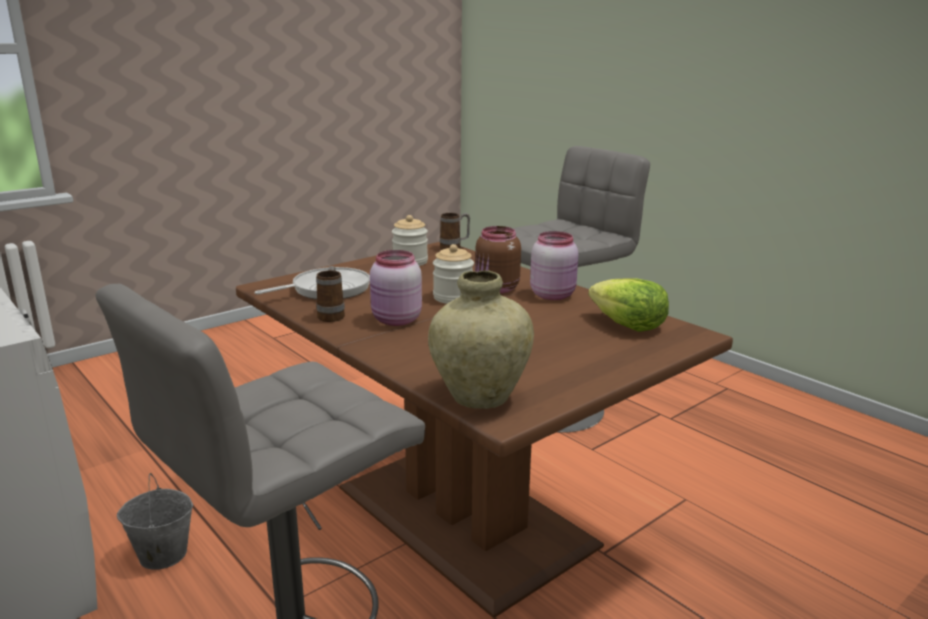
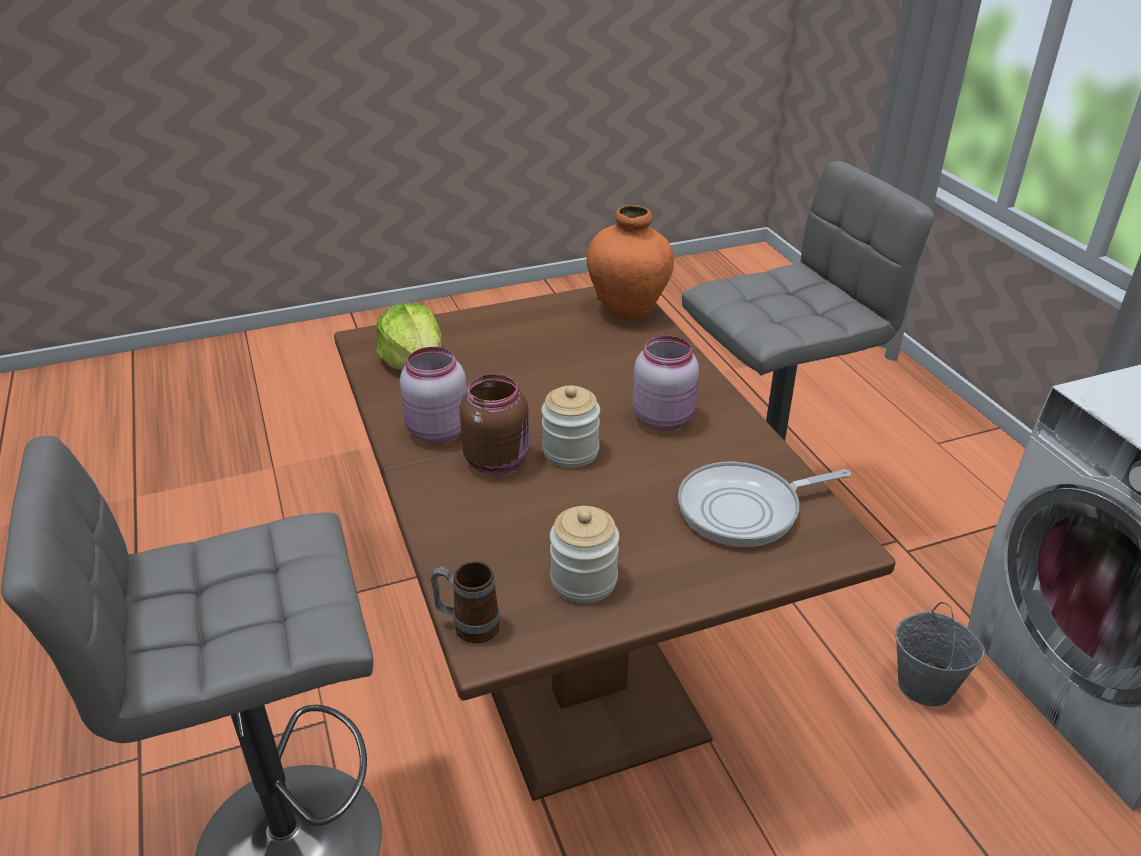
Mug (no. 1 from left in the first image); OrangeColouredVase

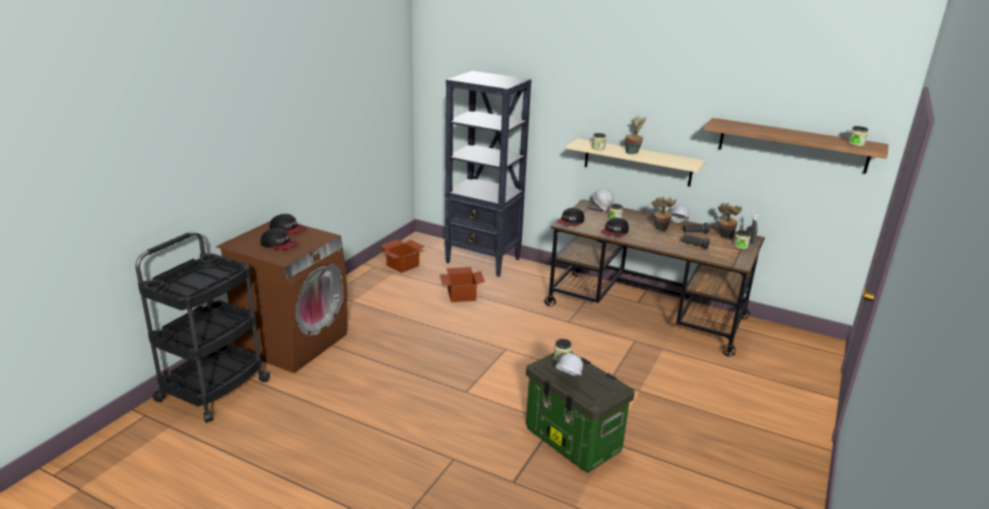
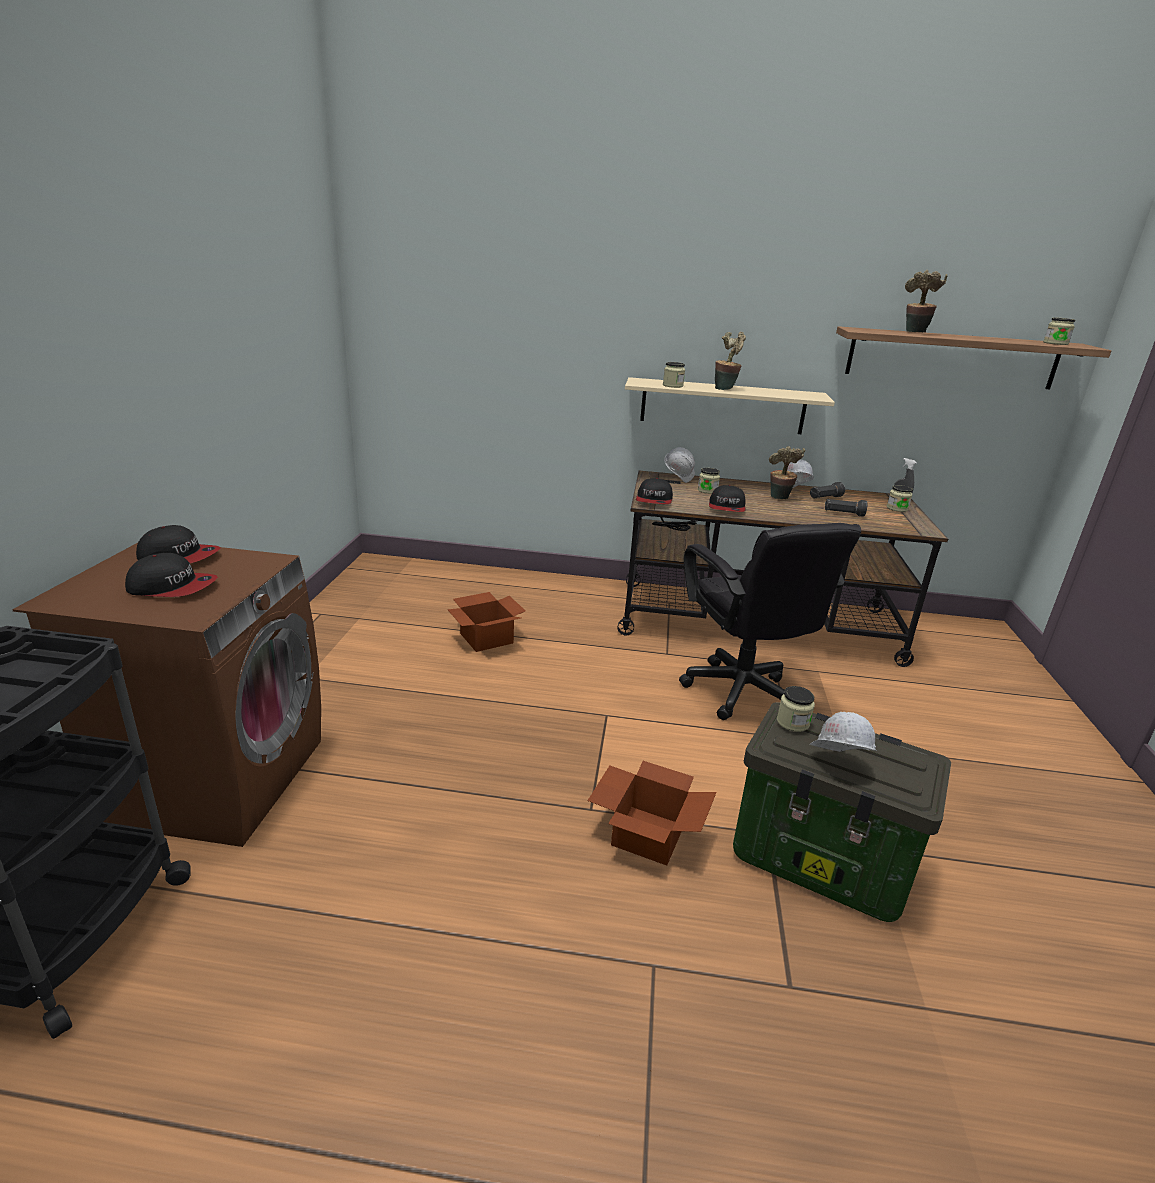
BlackBookshelf; BlackDeskChair; PackingBox (no. 2 from left); PlantInAPot (no. 3 from left)

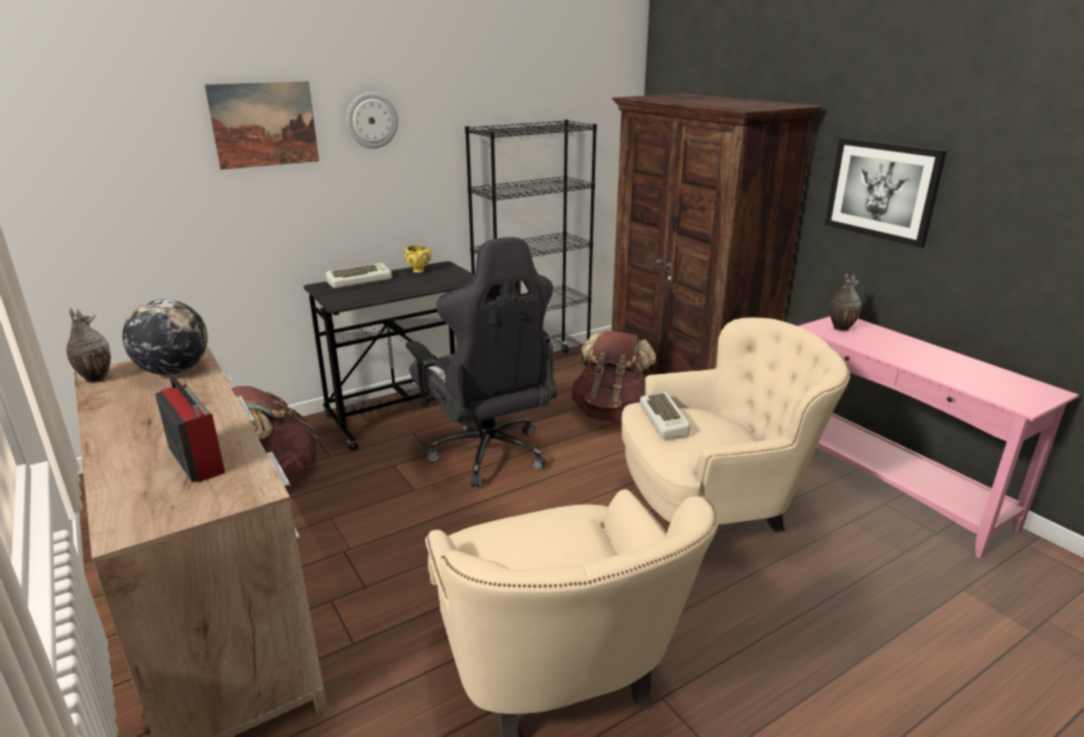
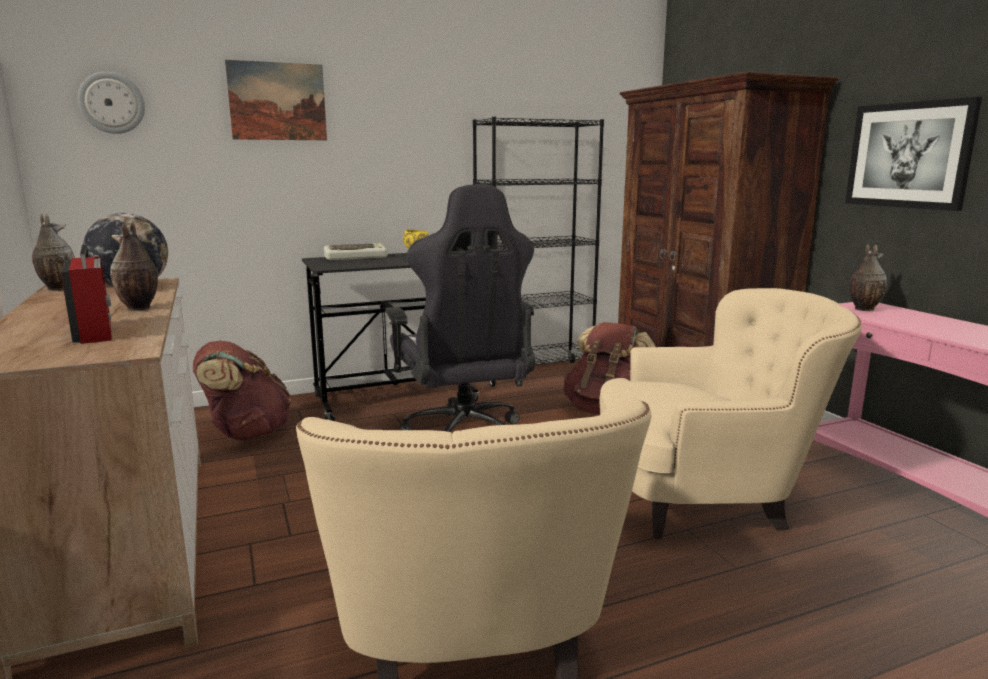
Keyboard (no. 2 from left in the first image); Vase (no. 2 from left); ClockOnTheWall

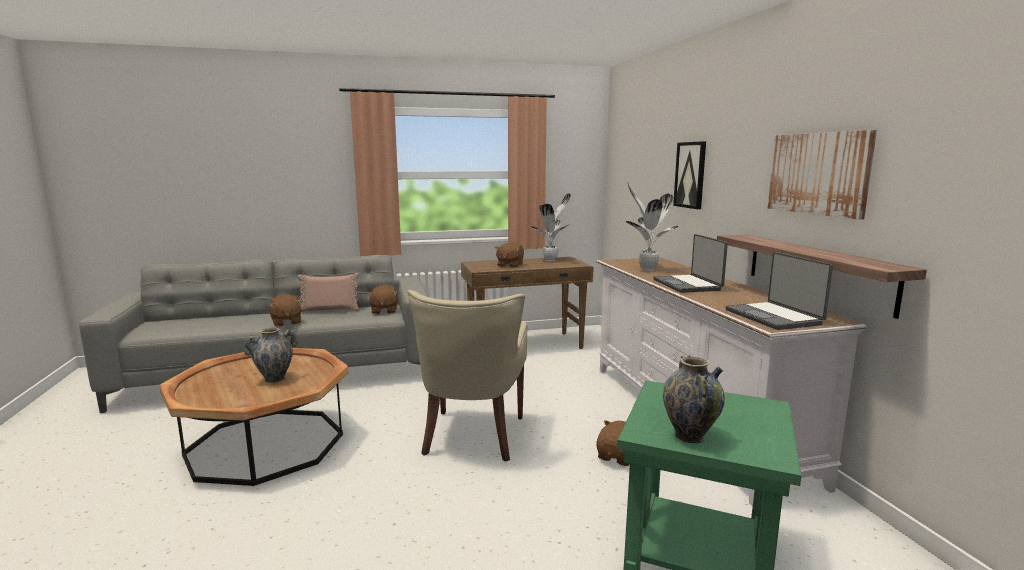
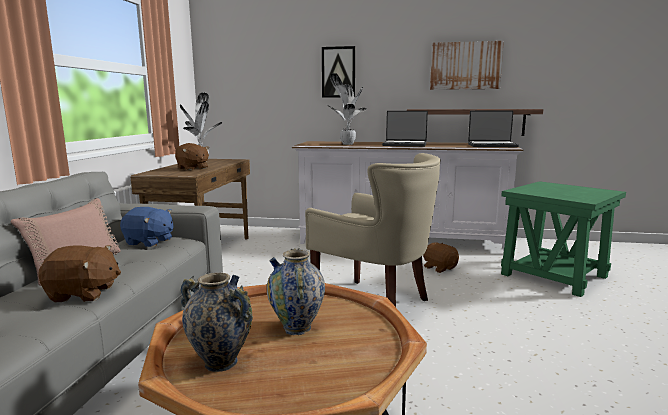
Vase (no. 1 from left); BlueColouredSoftToy

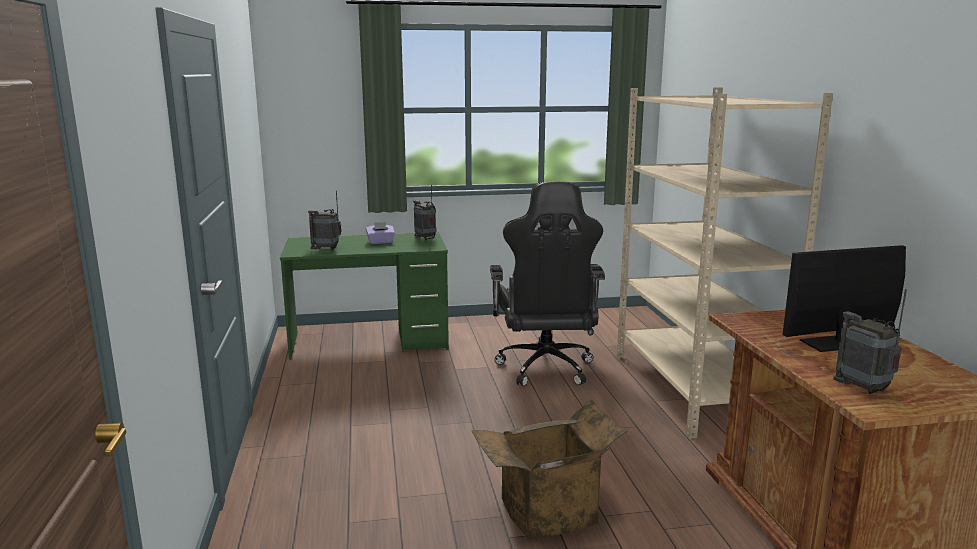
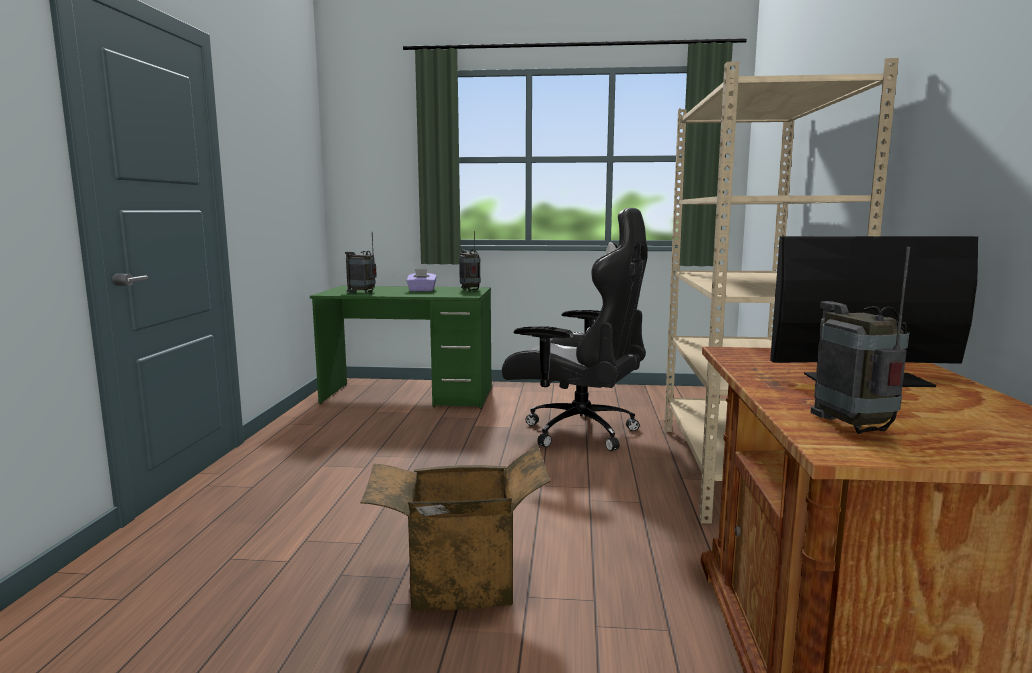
BlackDeskChair

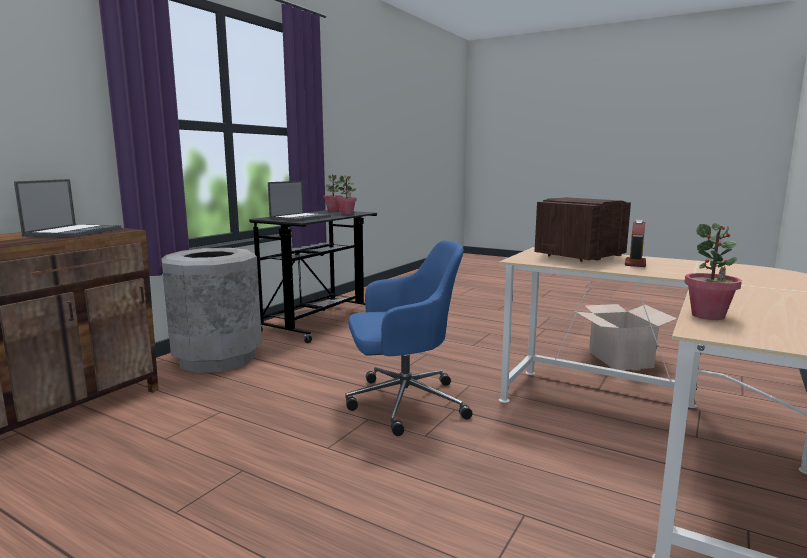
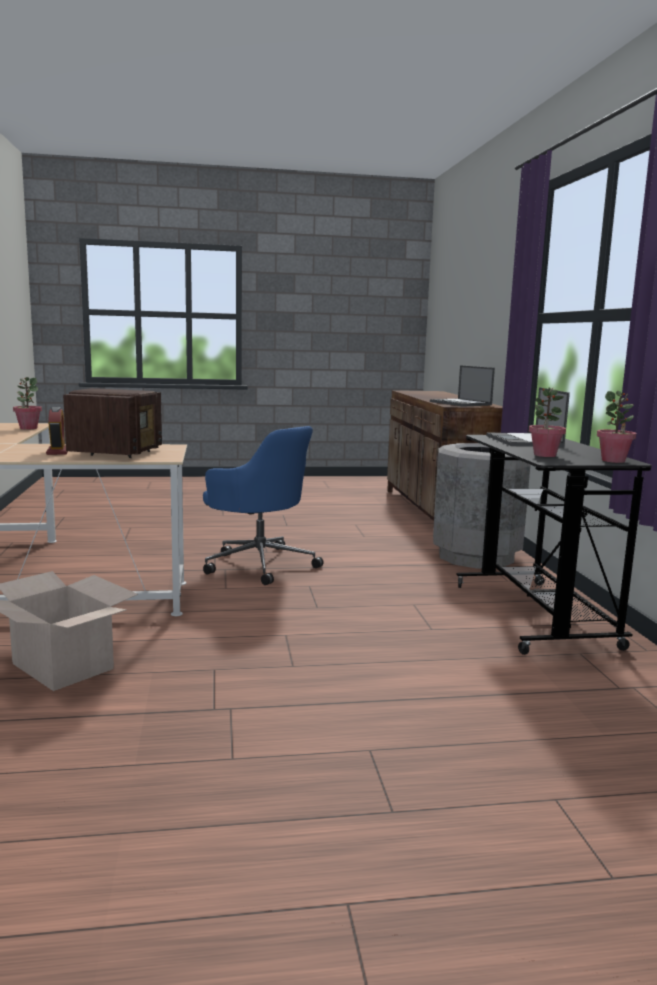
BlueColouredDeskChair

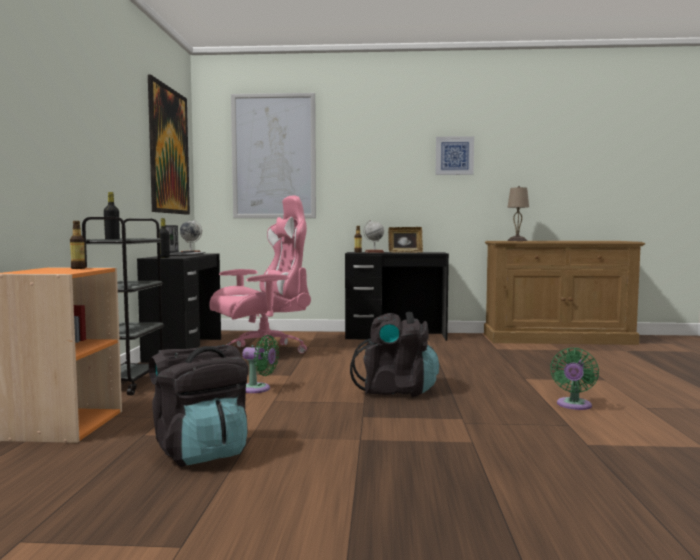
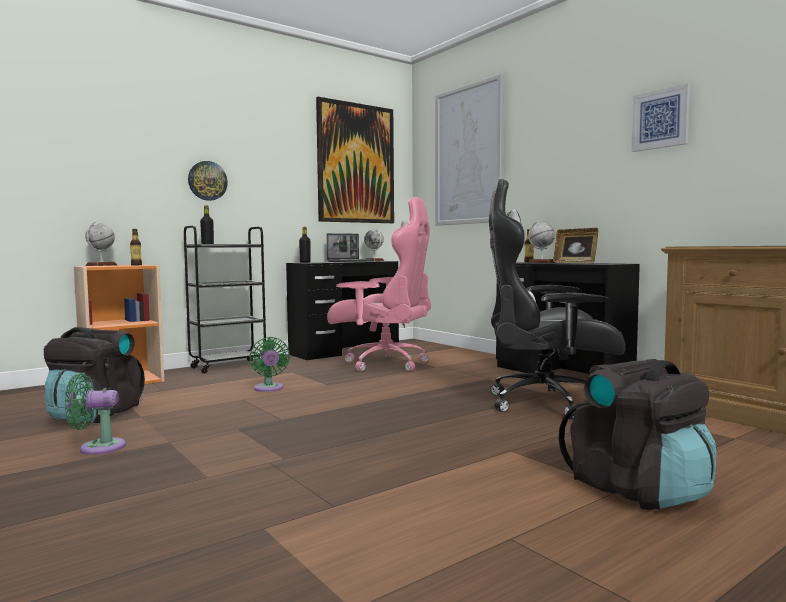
BeigeColouredTableLamp; DeskGlobe (no. 1 from left); ClockOnTheWall; BlackDeskChair; BlackRucksack (no. 2 from left); GreenFan (no. 1 from left)

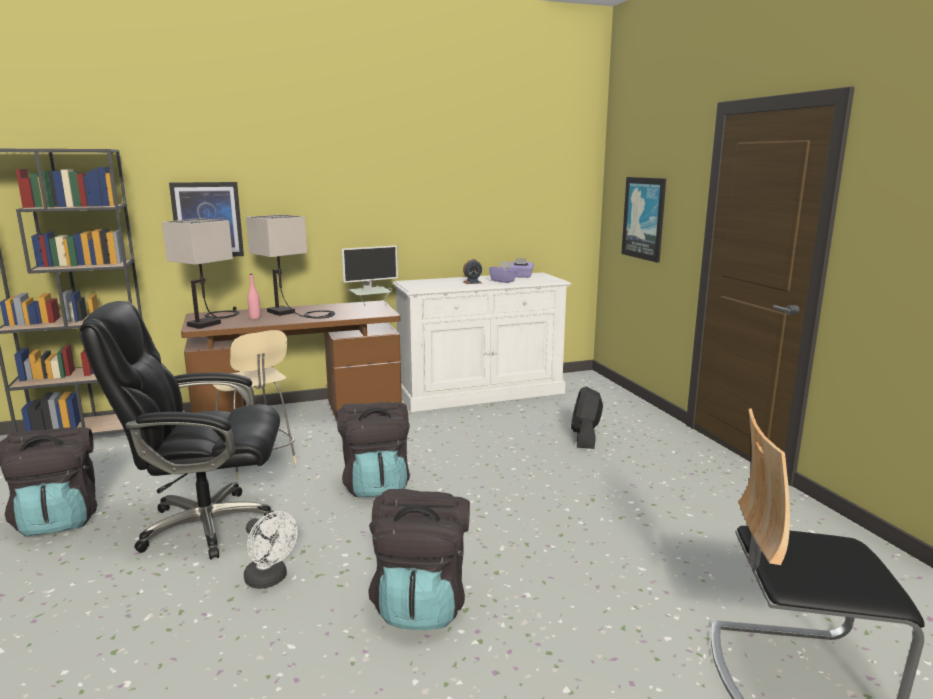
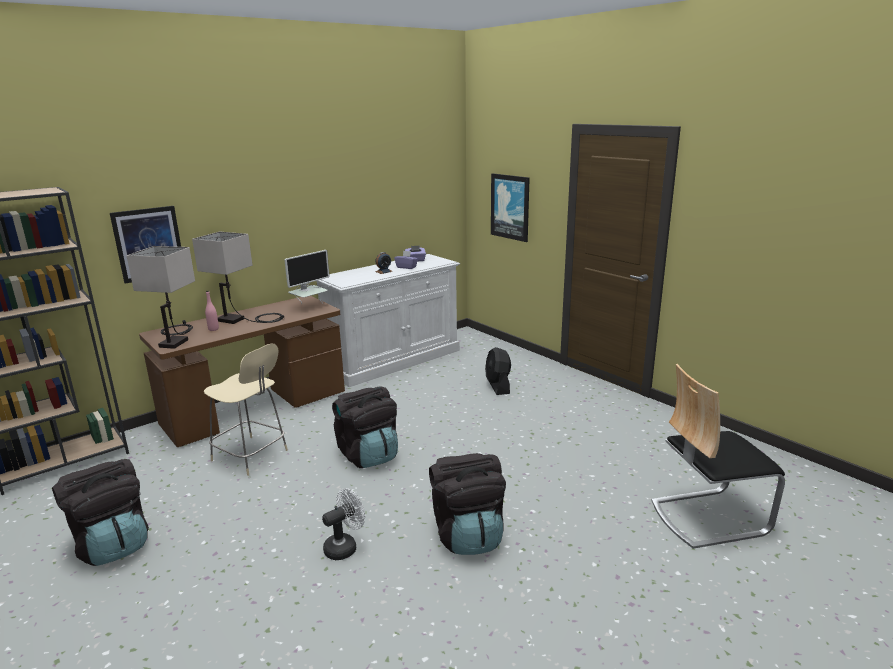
BlackDeskChair; WhiteColouredFan

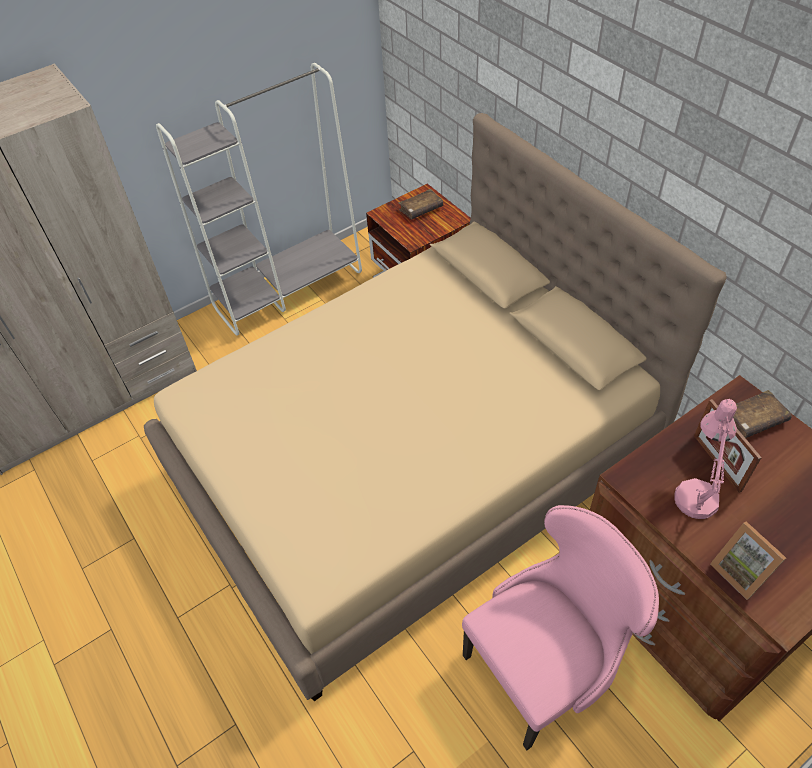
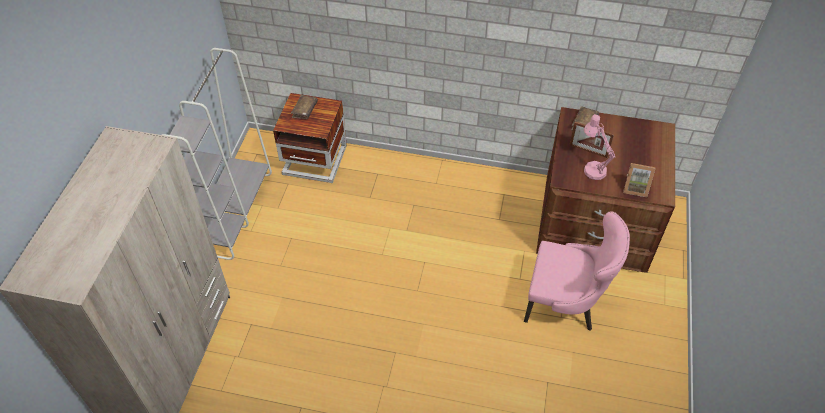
BeigeColouredBedroomBed; PinkColouredChair

